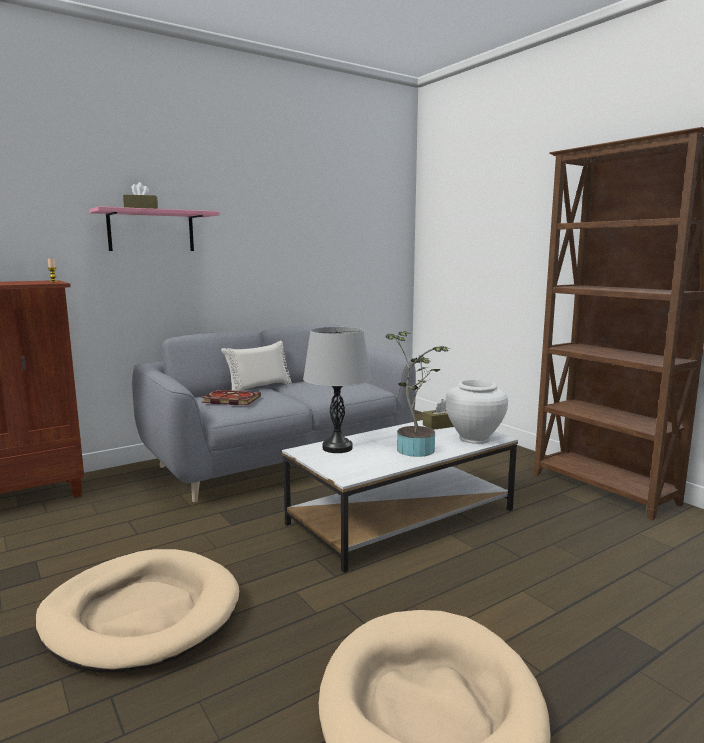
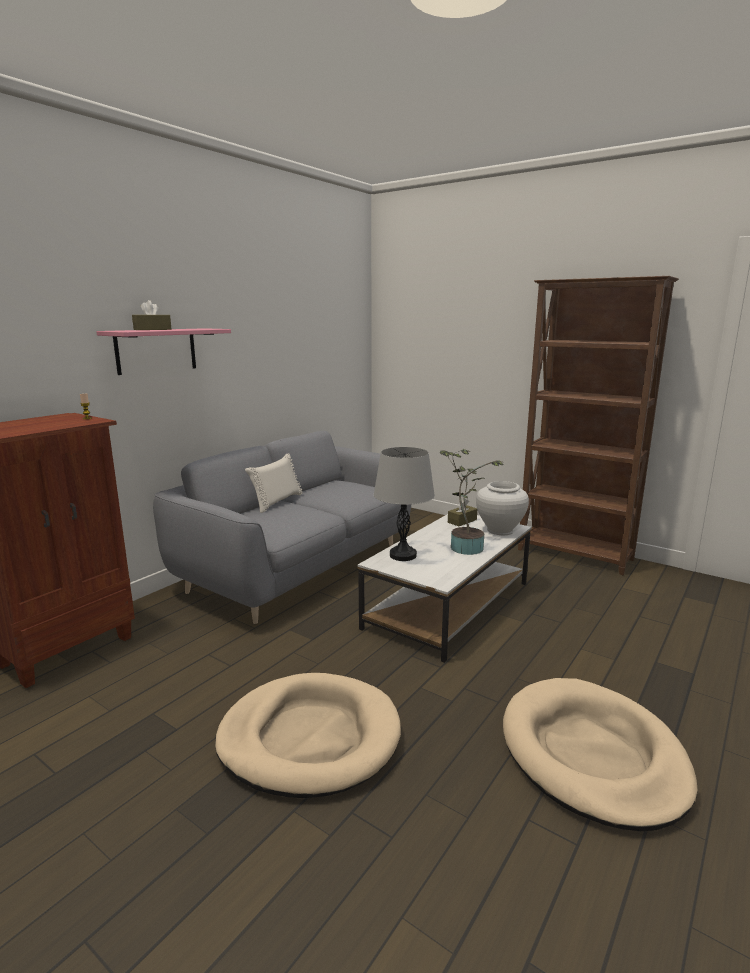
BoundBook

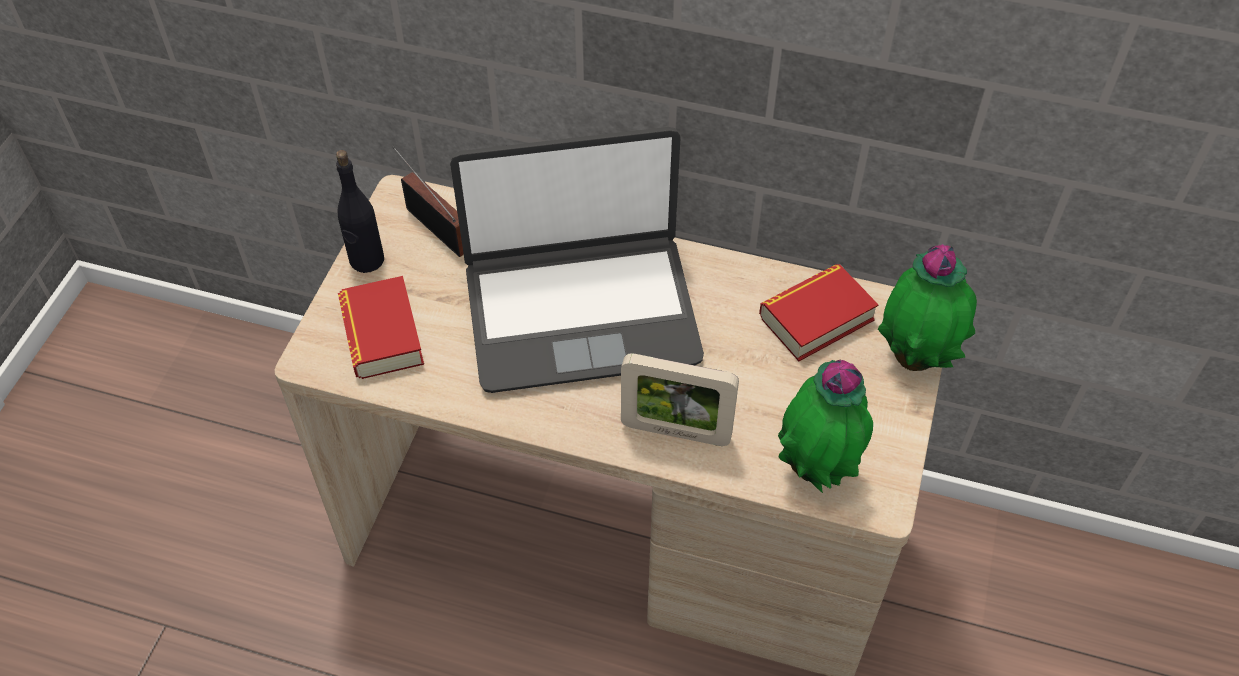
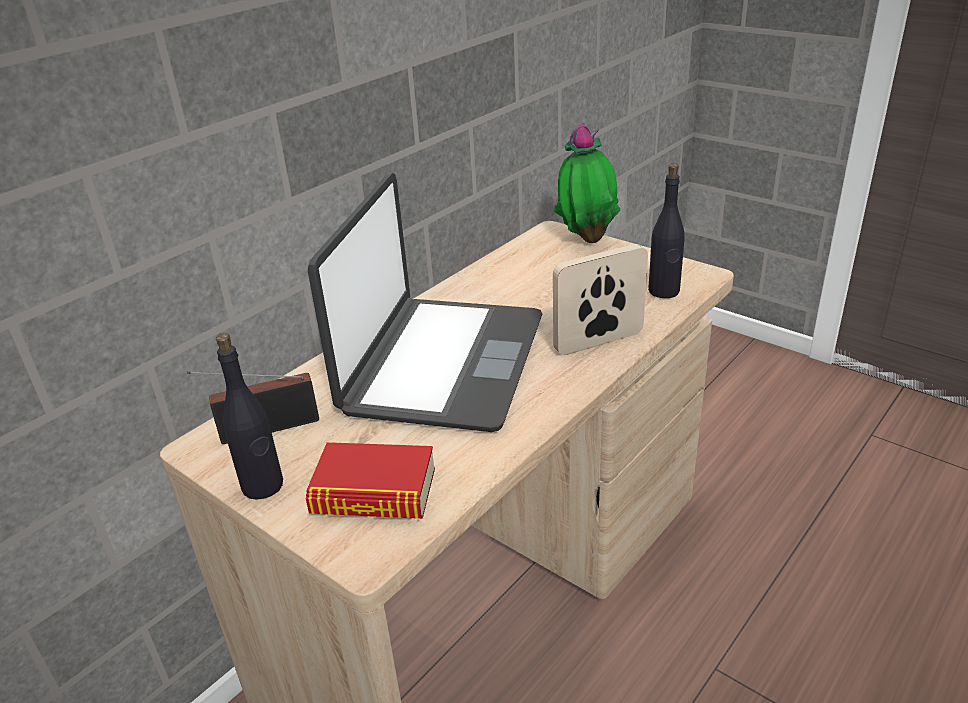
BoundBook (no. 2 from left in the first image); BlackBeverageBottle (no. 2 from left); StandingFrame

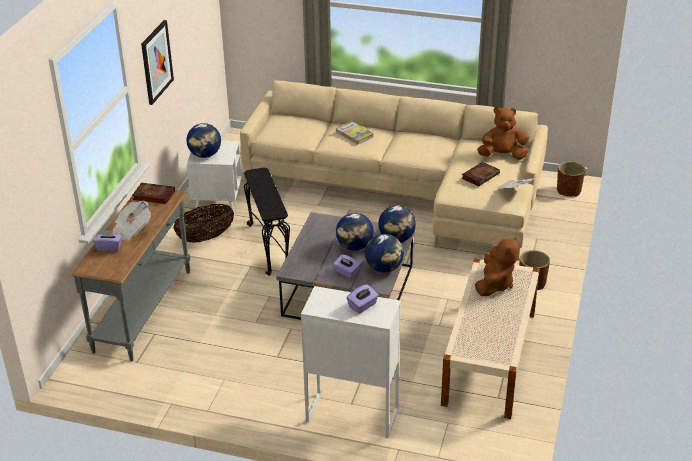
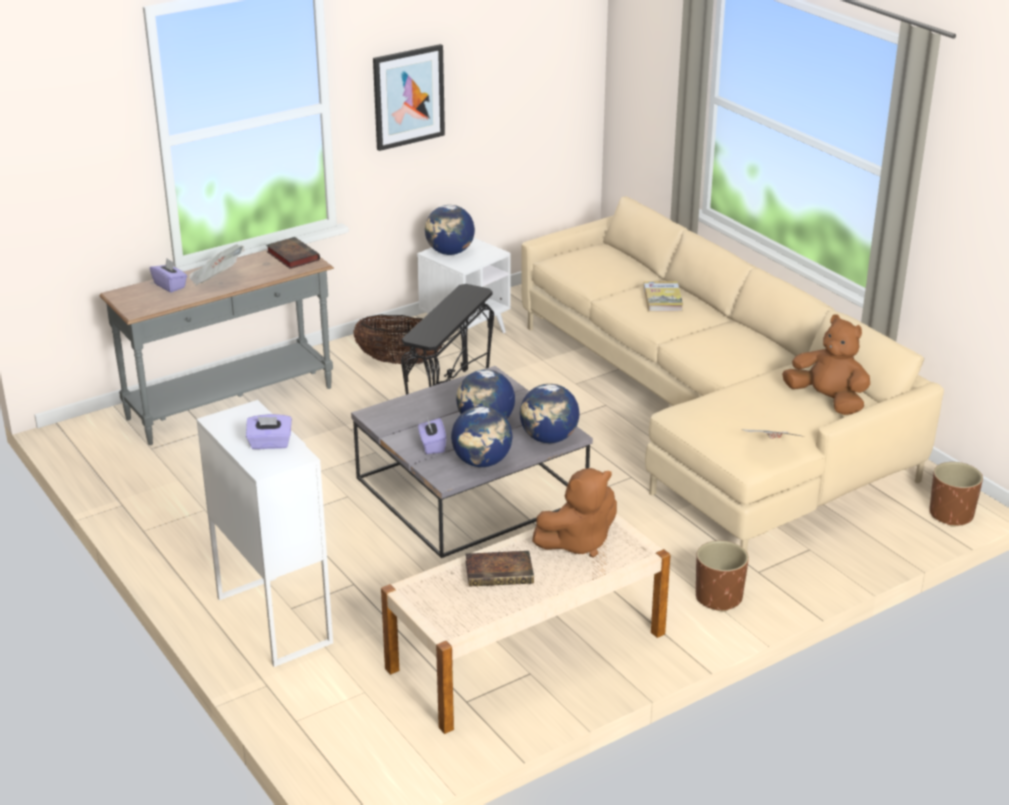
BoundBook (no. 2 from left)

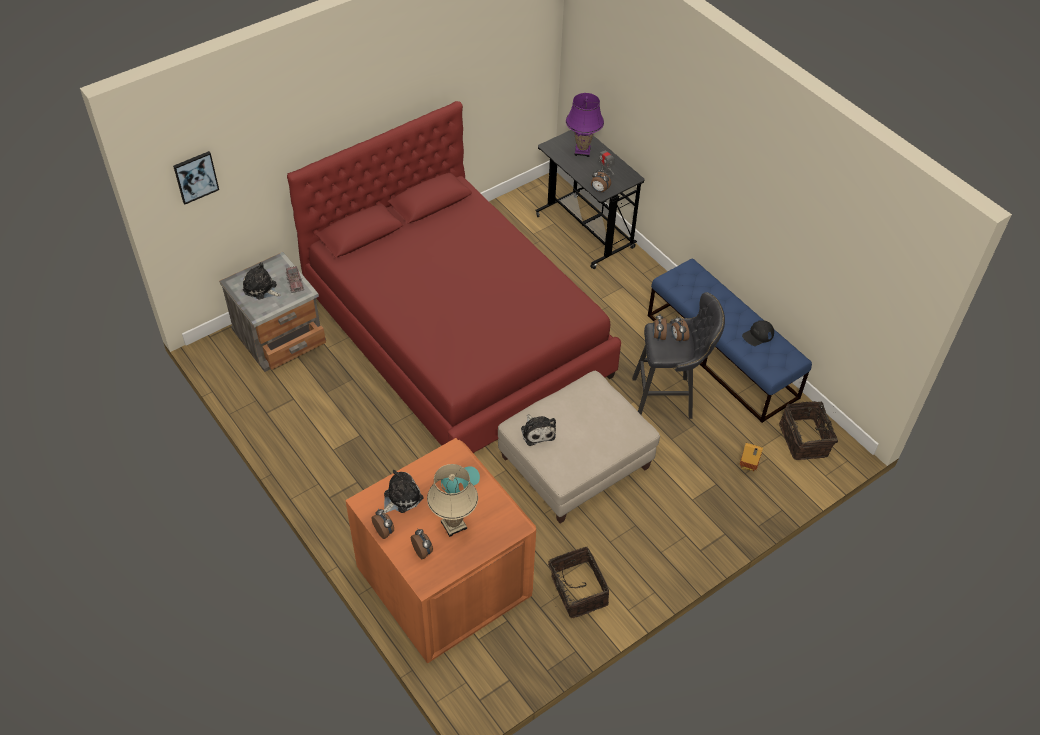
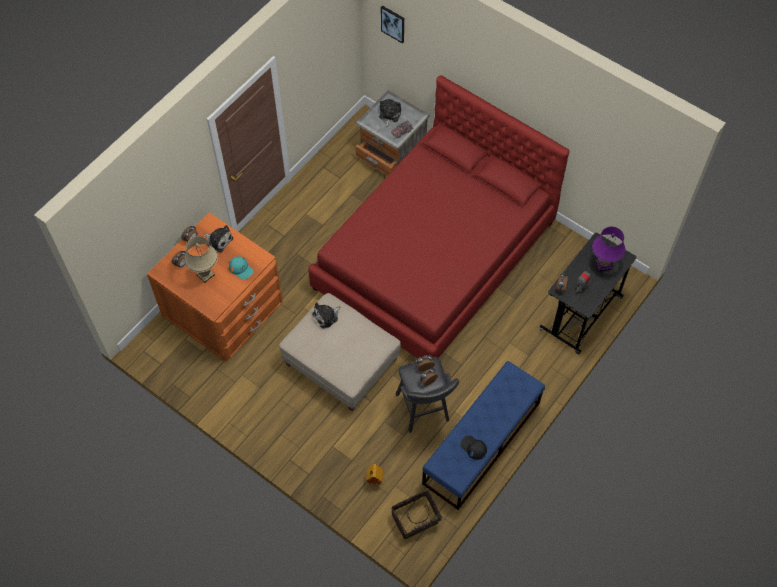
StorageBasket (no. 1 from left in the first image)

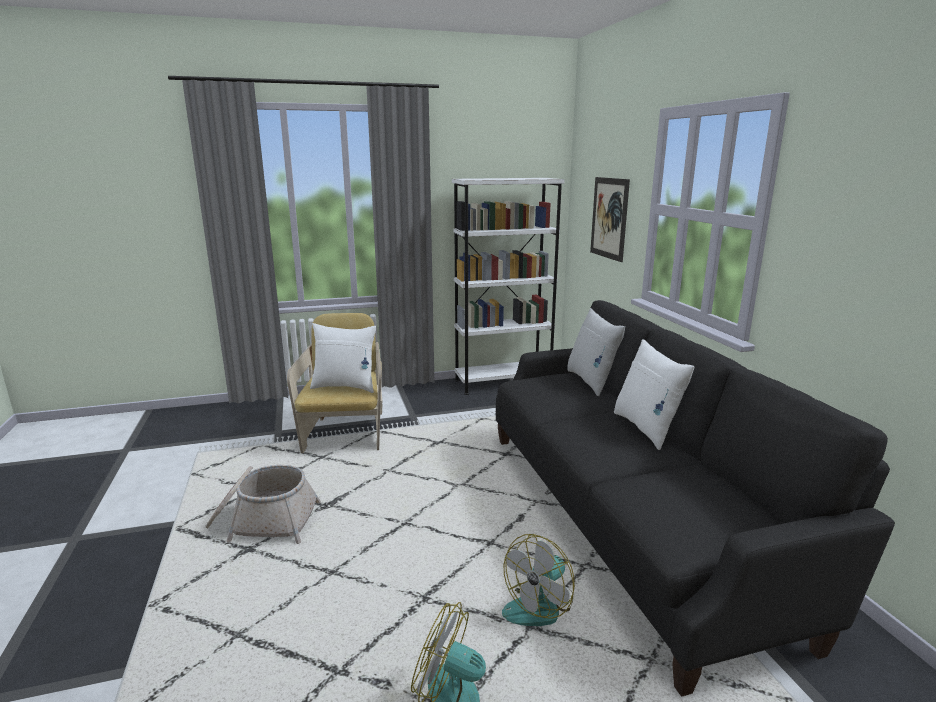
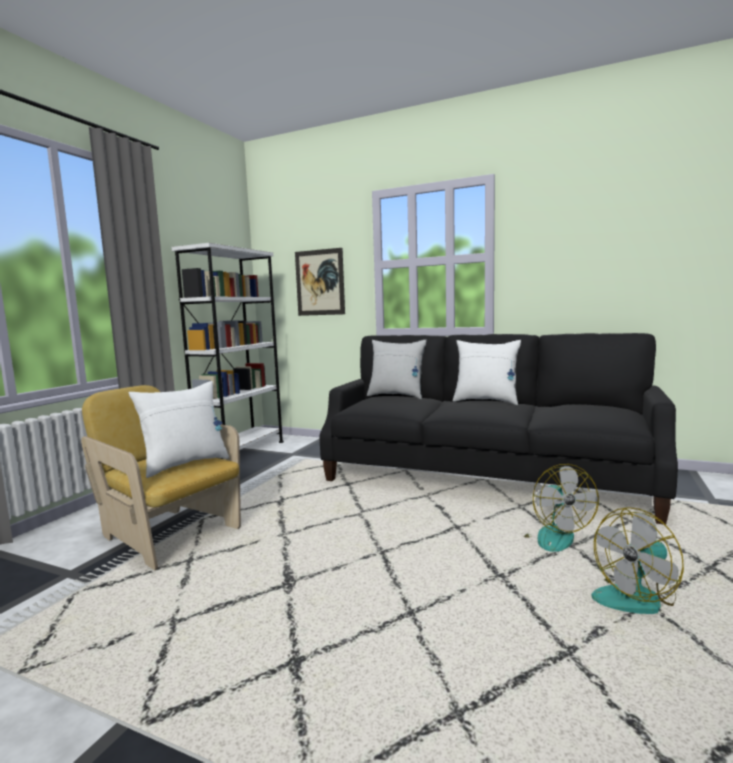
StorageBasket

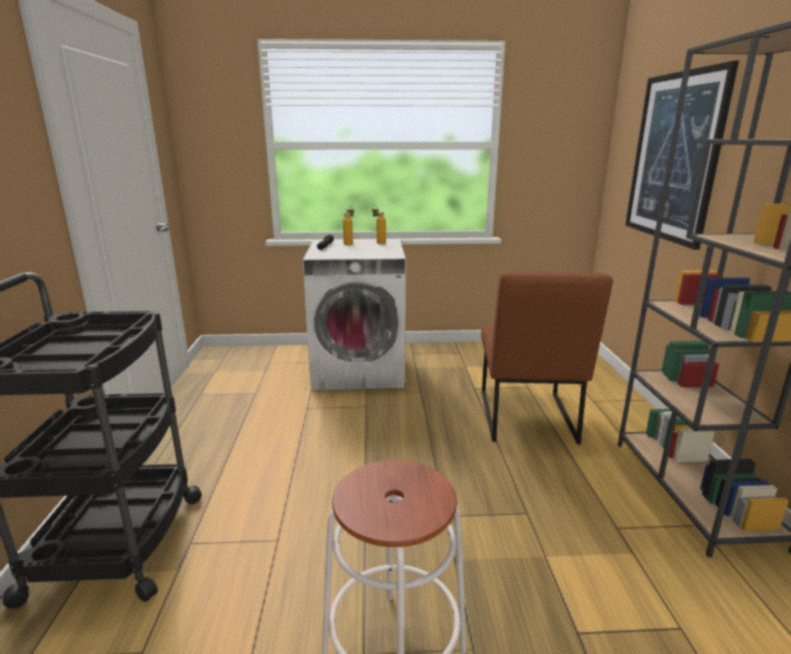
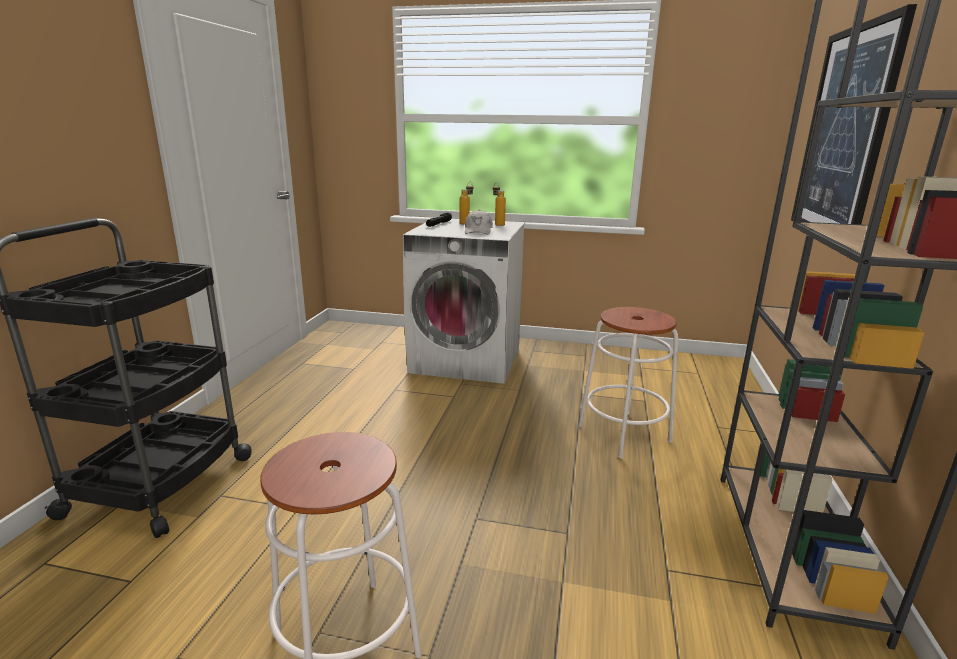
WhiteColouredBaseballCap; WhiteColouredSittingStool (no. 2 from left)

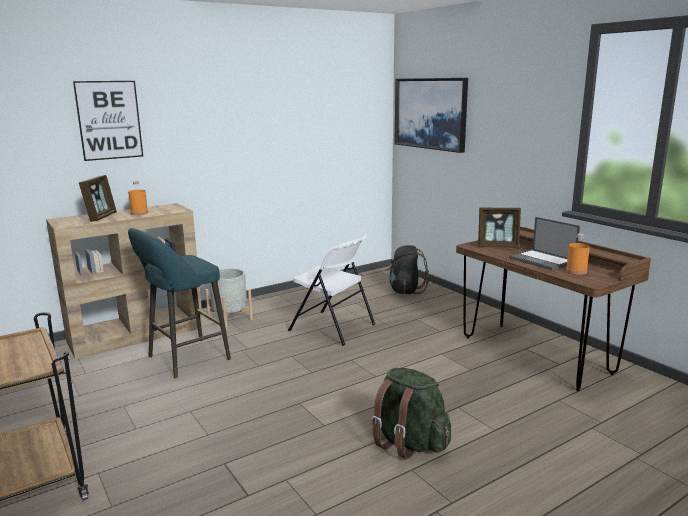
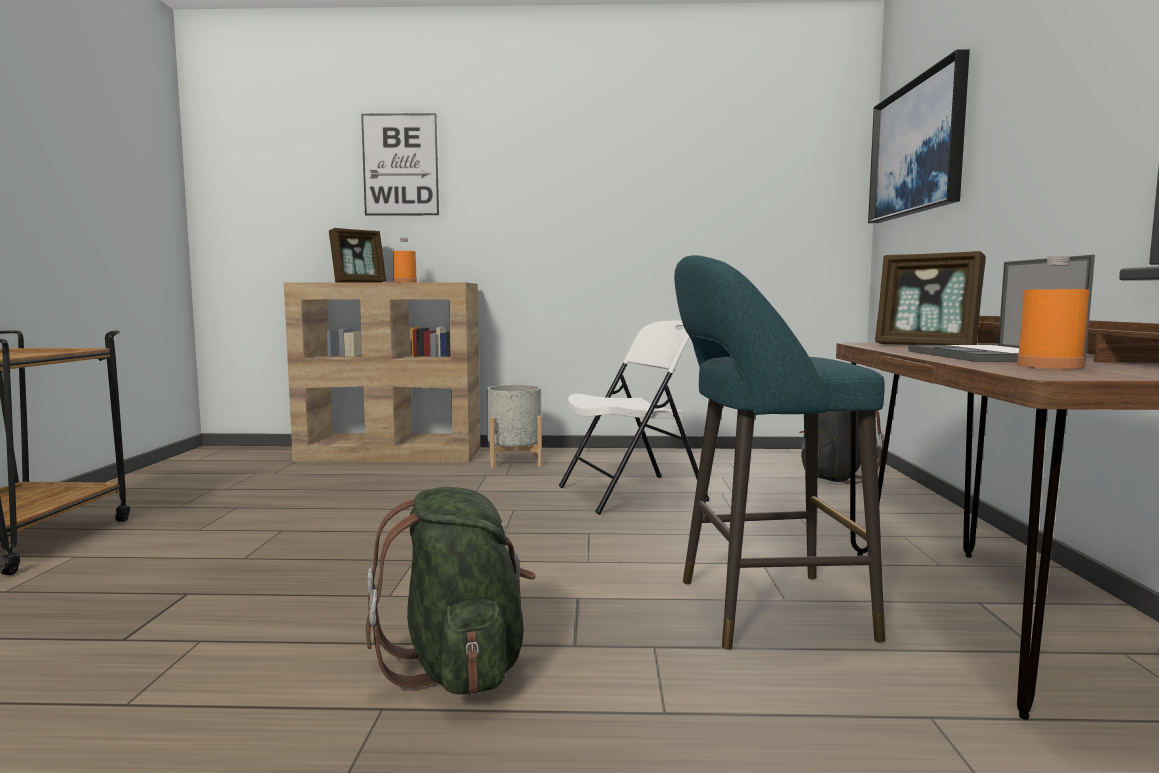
TurquoiseSittingStool; WhiteColouredChair

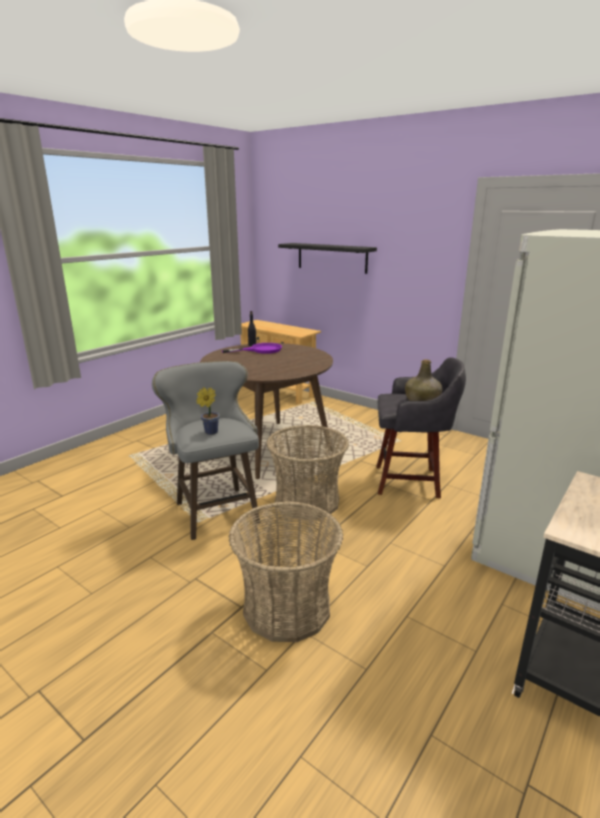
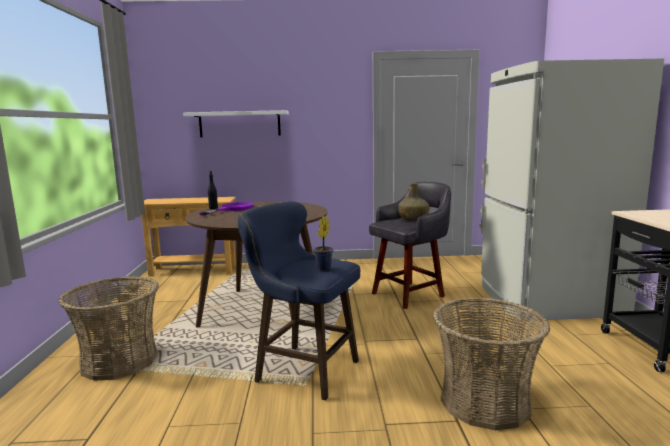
StorageBasket (no. 1 from left); BlueColouredSittingStool; WhiteColouredWallShelf

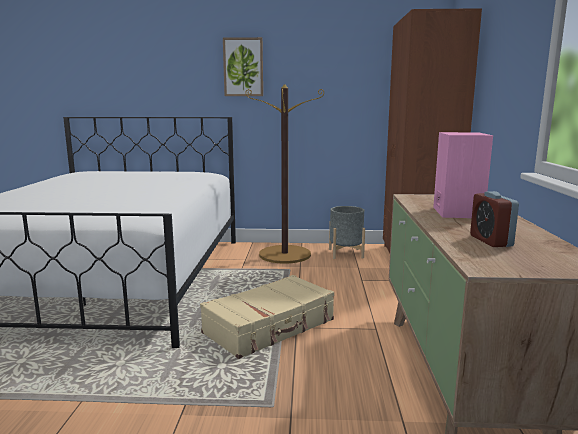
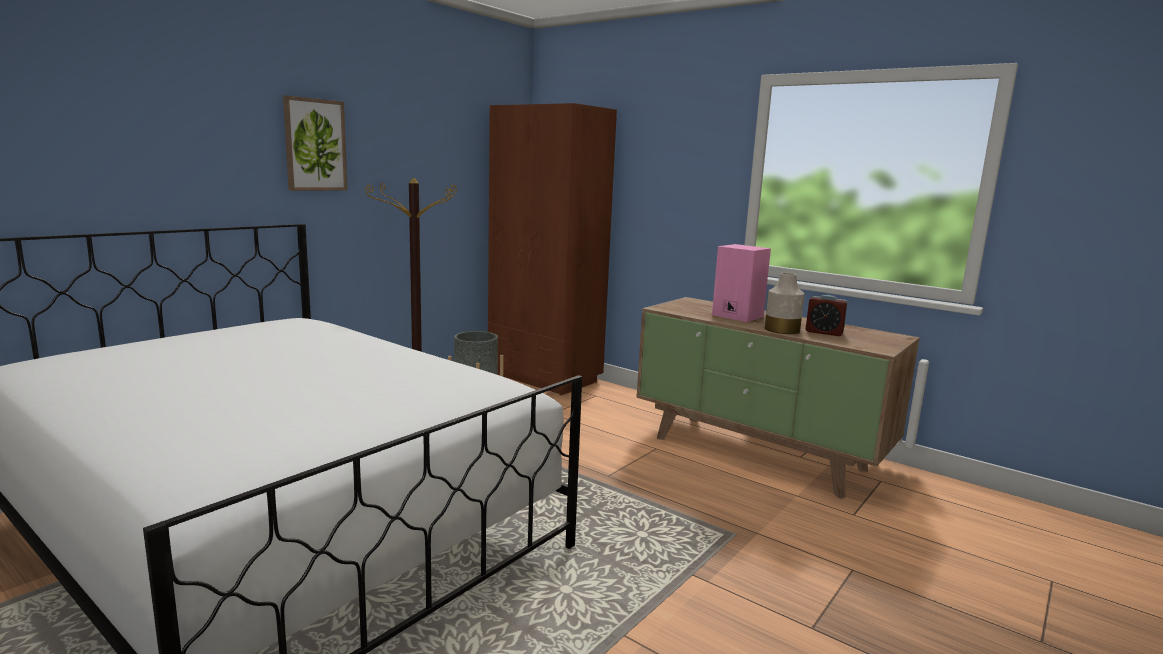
BeigeColouredTravelCase; BeigeColouredVase

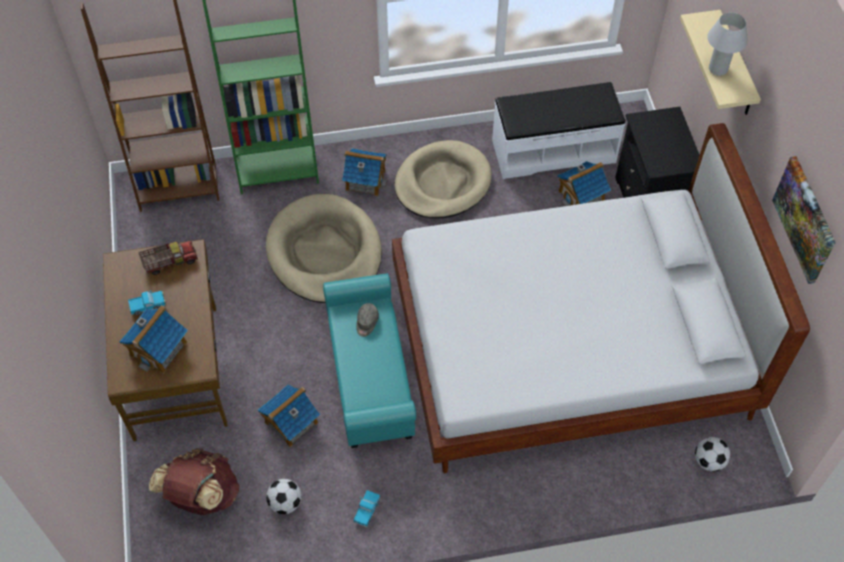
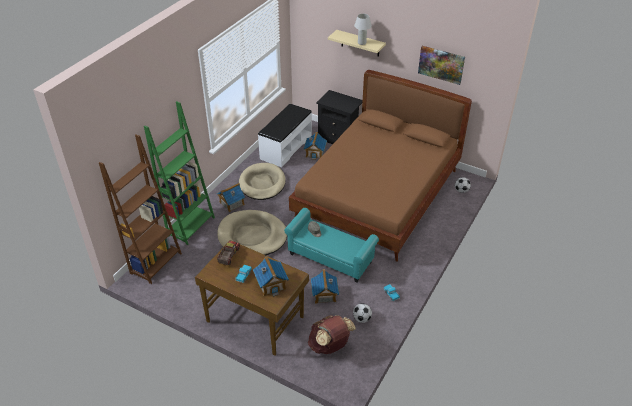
BrownishBedroomBed

